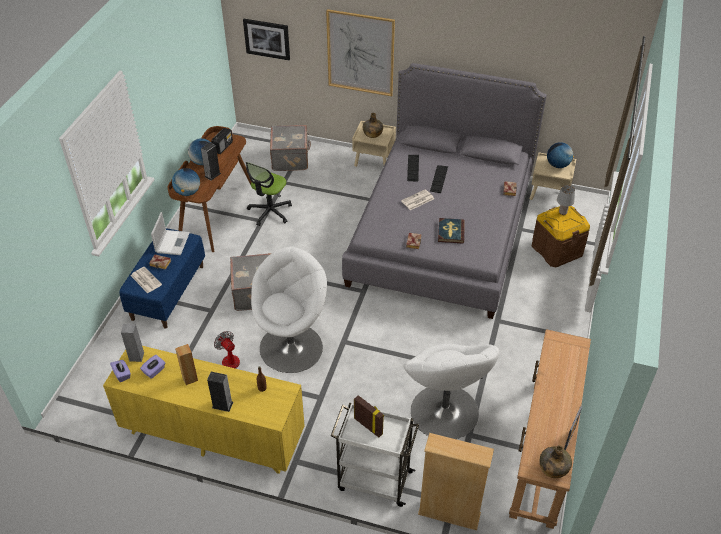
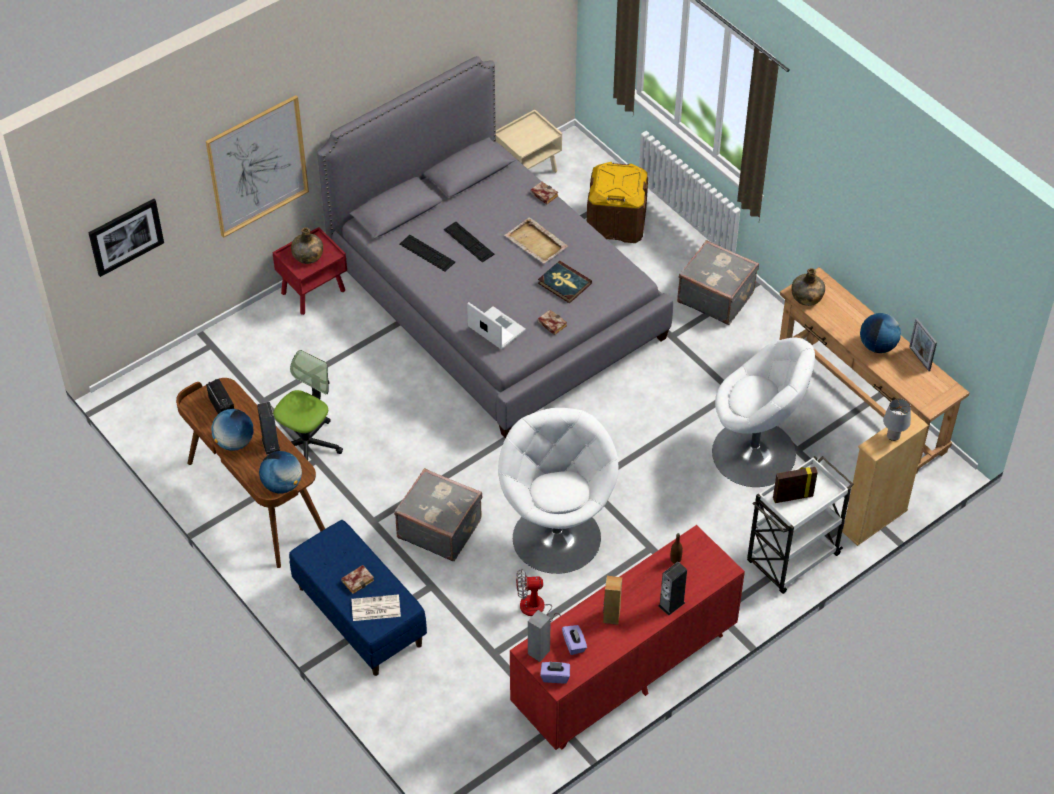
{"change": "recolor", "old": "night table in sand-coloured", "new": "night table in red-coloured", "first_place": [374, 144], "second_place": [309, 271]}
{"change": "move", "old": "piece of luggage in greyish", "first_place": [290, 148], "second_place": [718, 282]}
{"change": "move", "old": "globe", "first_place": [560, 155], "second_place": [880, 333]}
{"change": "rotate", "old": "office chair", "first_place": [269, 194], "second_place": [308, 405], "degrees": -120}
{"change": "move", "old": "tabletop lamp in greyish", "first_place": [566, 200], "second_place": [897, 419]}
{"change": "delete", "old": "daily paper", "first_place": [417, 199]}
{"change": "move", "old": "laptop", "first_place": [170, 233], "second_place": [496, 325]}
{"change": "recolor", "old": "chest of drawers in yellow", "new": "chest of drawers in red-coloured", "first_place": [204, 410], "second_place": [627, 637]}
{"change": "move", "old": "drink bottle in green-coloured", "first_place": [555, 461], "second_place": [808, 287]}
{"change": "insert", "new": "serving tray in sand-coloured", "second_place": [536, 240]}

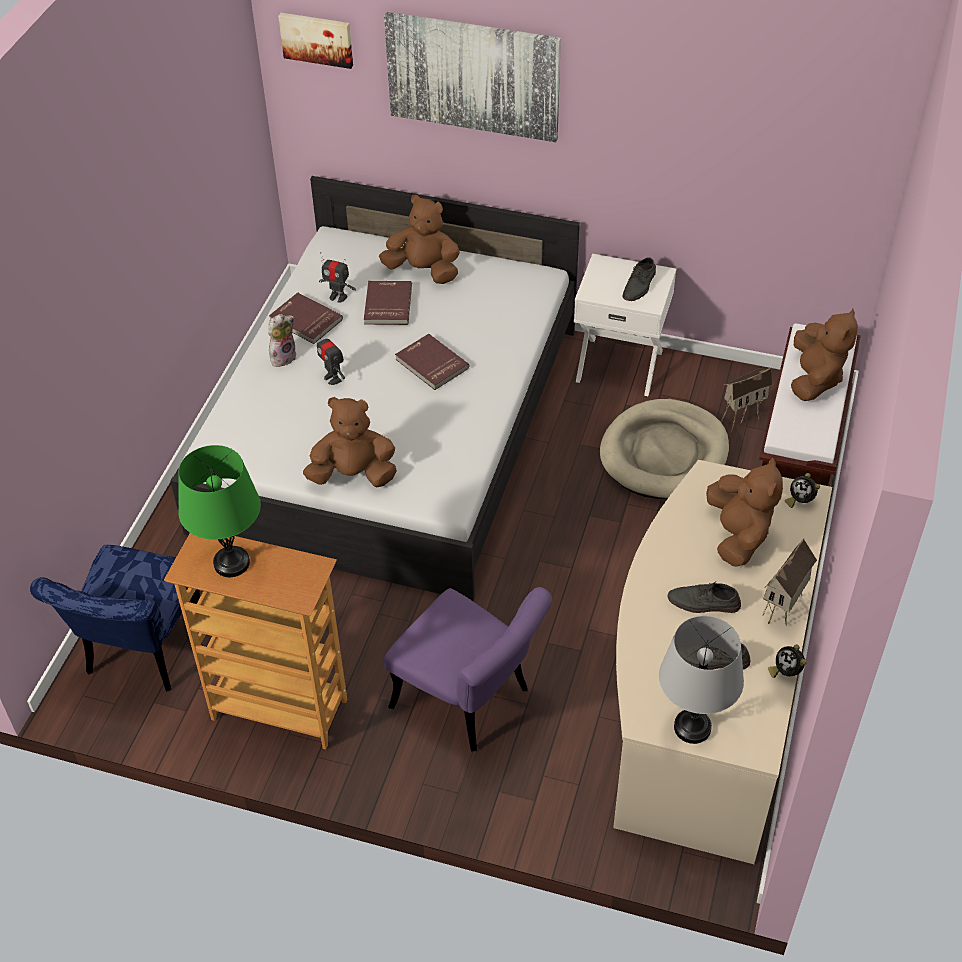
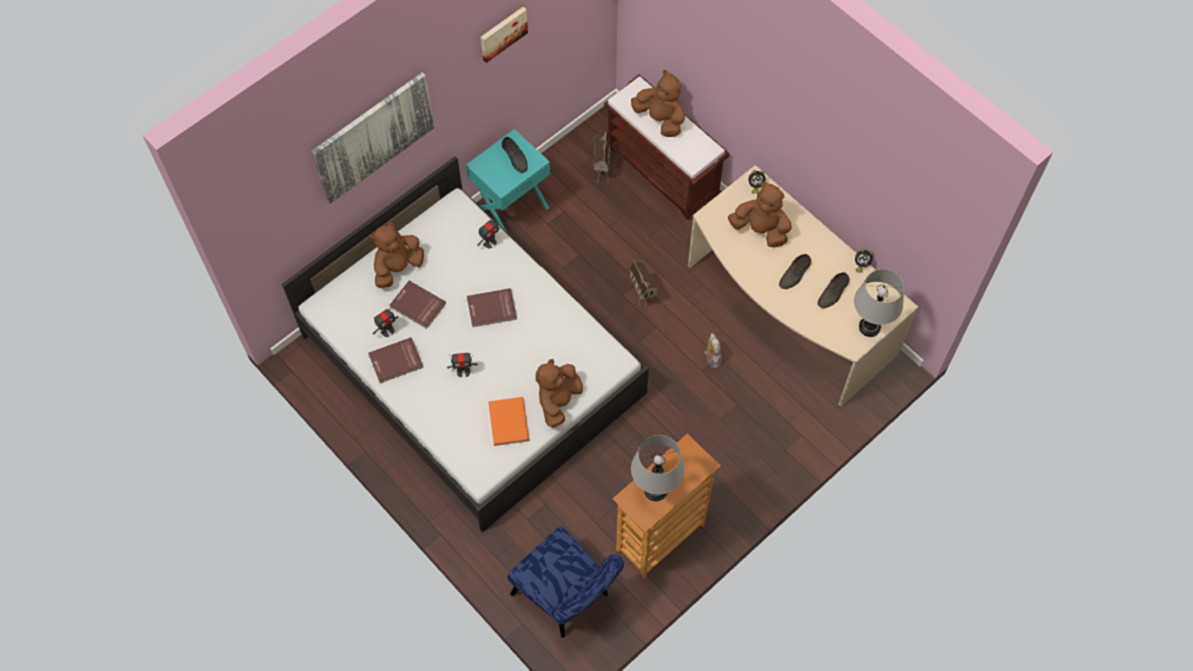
{"change": "move", "old": "picture", "first_place": [315, 41], "second_place": [504, 35]}
{"change": "recolor", "old": "night table in white", "new": "night table in turquoise-coloured", "first_place": [625, 325], "second_place": [508, 181]}
{"change": "move", "old": "soft toy", "first_place": [282, 340], "second_place": [713, 350]}
{"change": "delete", "old": "pet bed in sand-coloured", "first_place": [664, 449]}
{"change": "recolor", "old": "tabletop lamp in green-coloured", "new": "tabletop lamp in greyish", "first_place": [219, 511], "second_place": [658, 468]}
{"change": "move", "old": "model house", "first_place": [789, 582], "second_place": [644, 283]}
{"change": "delete", "old": "upright chair in purple-coloured", "first_place": [468, 669]}
{"change": "insert", "new": "robot figure", "second_place": [489, 234]}
{"change": "insert", "new": "volume in orange", "second_place": [508, 421]}

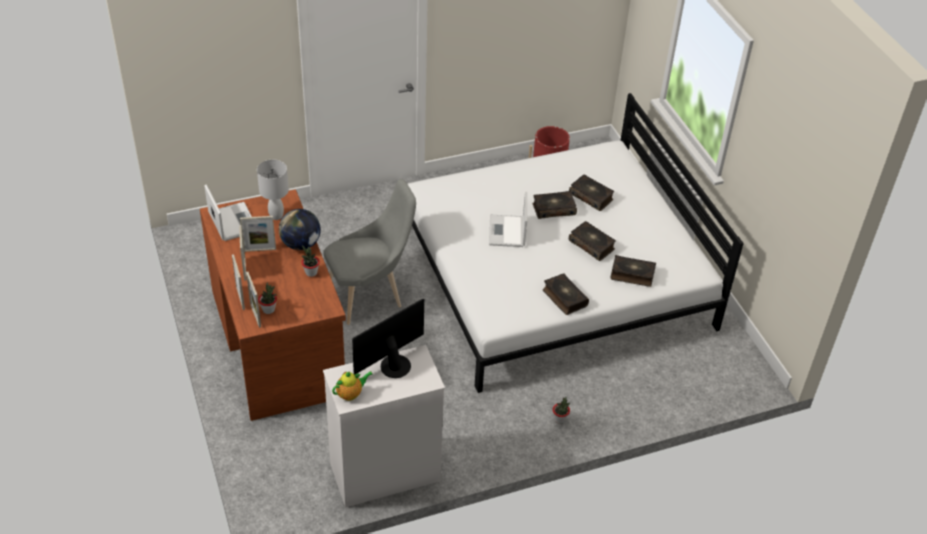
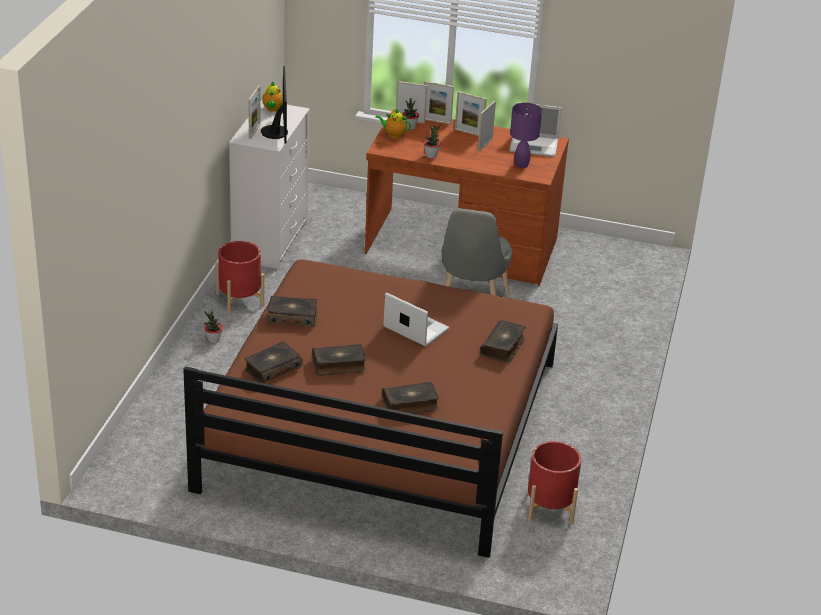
{"change": "recolor", "old": "bedroom bed in white", "new": "bedroom bed in brown", "first_place": [576, 243], "second_place": [370, 409]}
{"change": "recolor", "old": "tabletop lamp in white", "new": "tabletop lamp in purple-coloured", "first_place": [273, 190], "second_place": [526, 135]}
{"change": "move", "old": "volume", "first_place": [554, 205], "second_place": [503, 341]}
{"change": "delete", "old": "globe", "first_place": [300, 229]}
{"change": "insert", "new": "picture frame", "second_place": [254, 112]}
{"change": "insert", "new": "pot for tea", "second_place": [393, 123]}
{"change": "insert", "new": "planter in red-coloured", "second_place": [240, 277]}

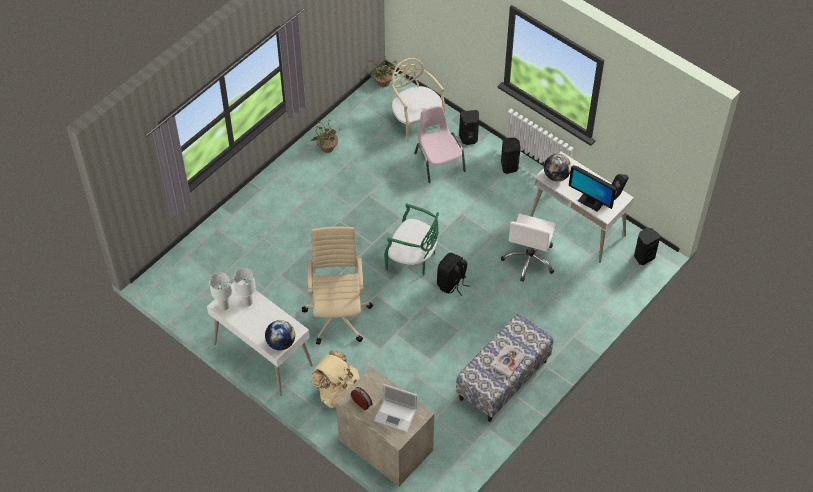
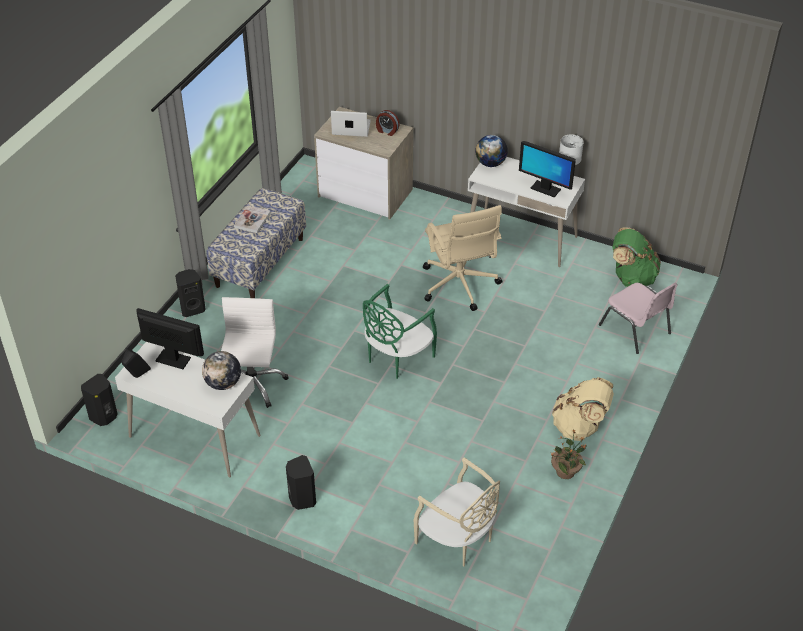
{"change": "delete", "old": "houseplant", "first_place": [383, 71]}
{"change": "move", "old": "upright chair in pink", "first_place": [440, 144], "second_place": [638, 318]}
{"change": "move", "old": "audio speaker in black-coloured", "first_place": [469, 127], "second_place": [190, 293]}
{"change": "rotate", "old": "upright chair in green-coloured", "first_place": [411, 239], "second_place": [400, 331], "degrees": -60}
{"change": "delete", "old": "backpack in black-coloured", "first_place": [453, 274]}
{"change": "replace", "old": "tabletop lamp in white", "new": "monitor", "first_place": [244, 287], "second_place": [547, 169]}
{"change": "move", "old": "backpack in sand-coloured", "first_place": [335, 380], "second_place": [583, 409]}
{"change": "insert", "new": "backpack in green-coloured", "second_place": [636, 257]}

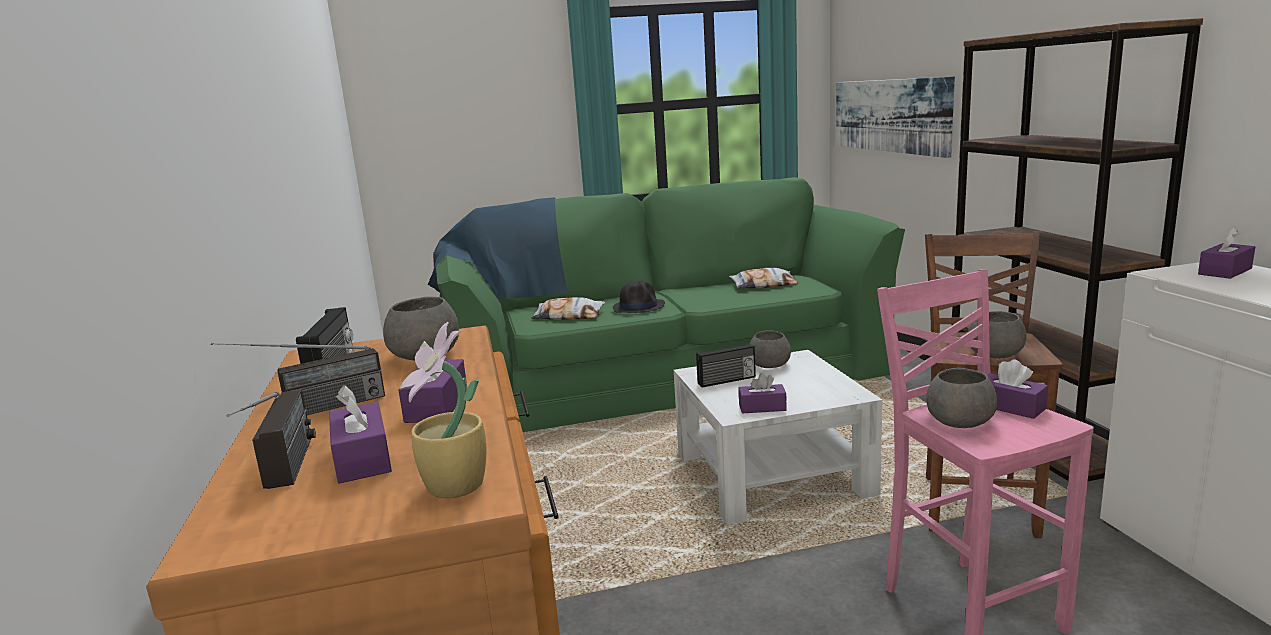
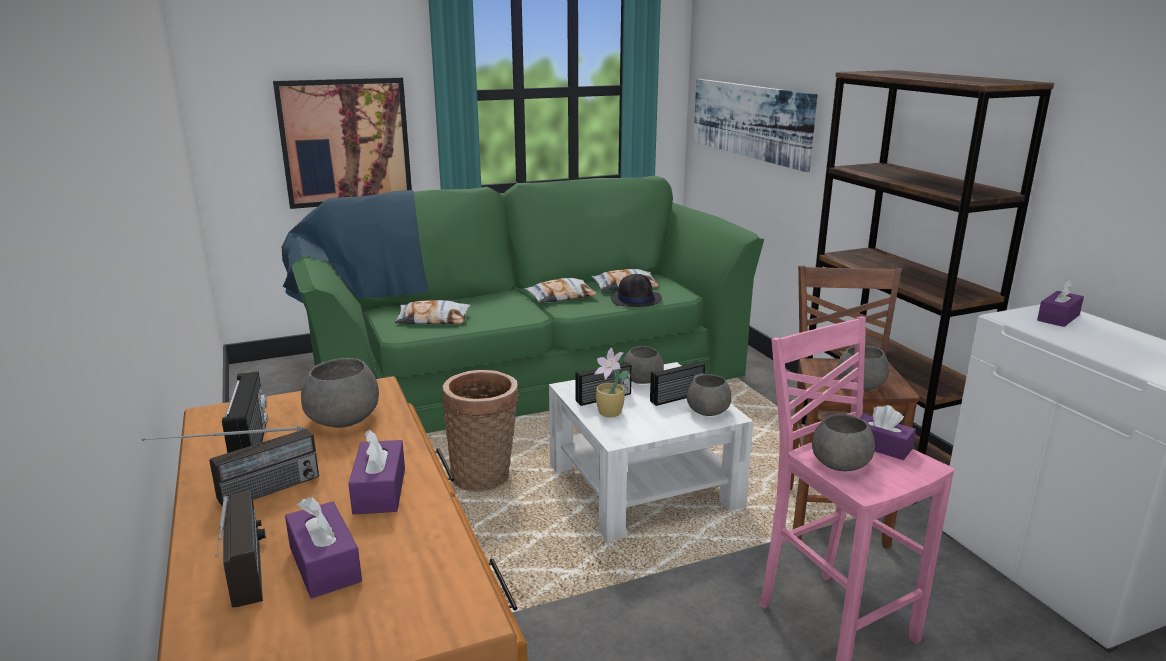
{"change": "move", "old": "wearable hat in black-coloured", "first_place": [639, 296], "second_place": [636, 290]}
{"change": "move", "old": "houseplant", "first_place": [442, 410], "second_place": [611, 382]}
{"change": "delete", "old": "tissue holder in purple-coloured", "first_place": [762, 393]}
{"change": "insert", "new": "picture", "second_place": [342, 143]}
{"change": "insert", "new": "throw pillow", "second_place": [560, 290]}
{"change": "insert", "new": "radio set", "second_place": [677, 383]}
{"change": "insert", "new": "household basket", "second_place": [480, 431]}
{"change": "insert", "new": "bowl in greyish", "second_place": [709, 395]}

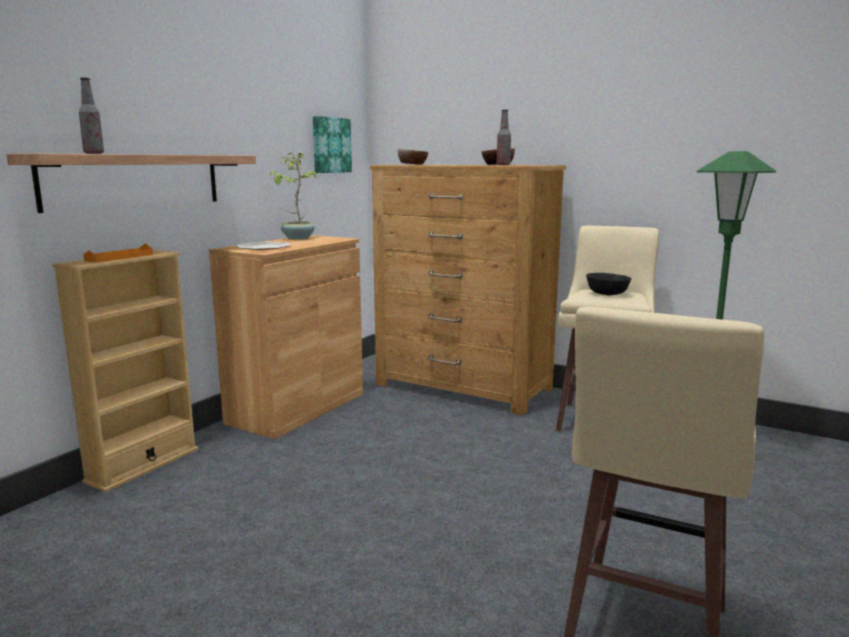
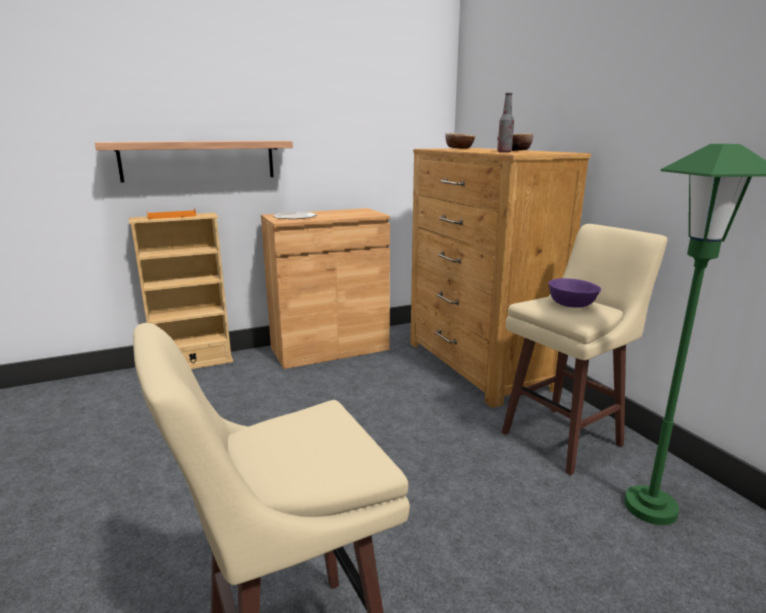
{"change": "delete", "old": "drink bottle", "first_place": [91, 115]}
{"change": "delete", "old": "picture", "first_place": [332, 144]}
{"change": "delete", "old": "houseplant", "first_place": [293, 196]}
{"change": "recolor", "old": "bowl in black-coloured", "new": "bowl in purple-coloured", "first_place": [609, 284], "second_place": [574, 293]}

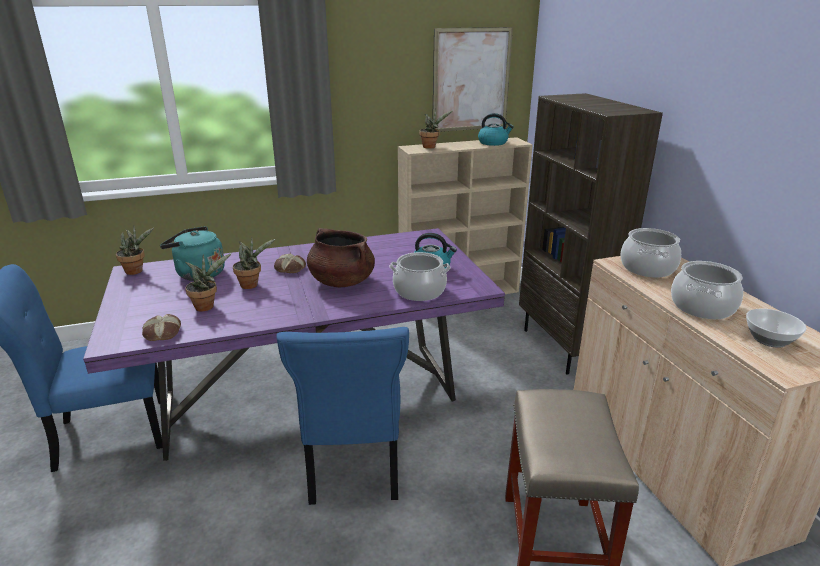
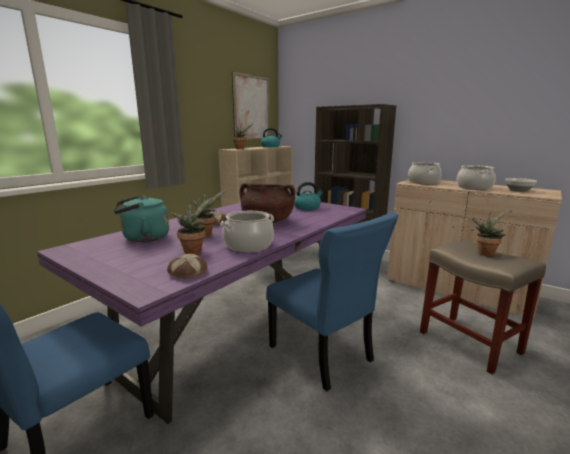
{"change": "move", "old": "houseplant", "first_place": [135, 250], "second_place": [489, 233]}
{"change": "move", "old": "saucepot", "first_place": [419, 276], "second_place": [247, 231]}

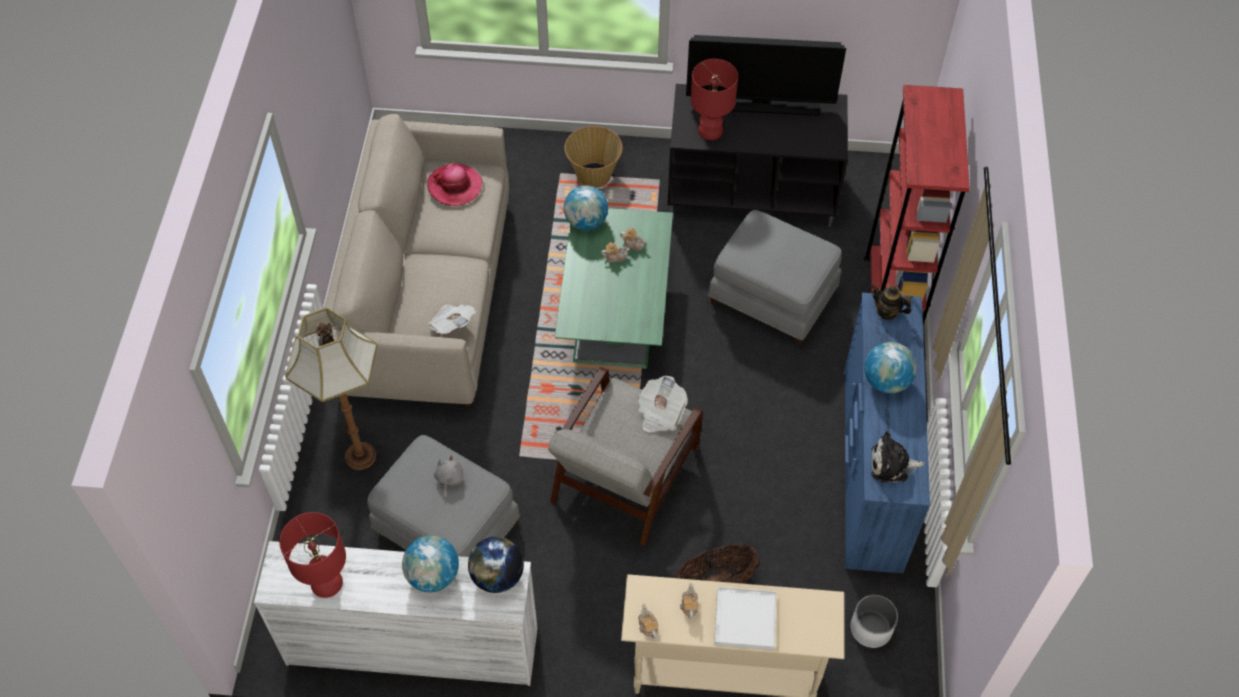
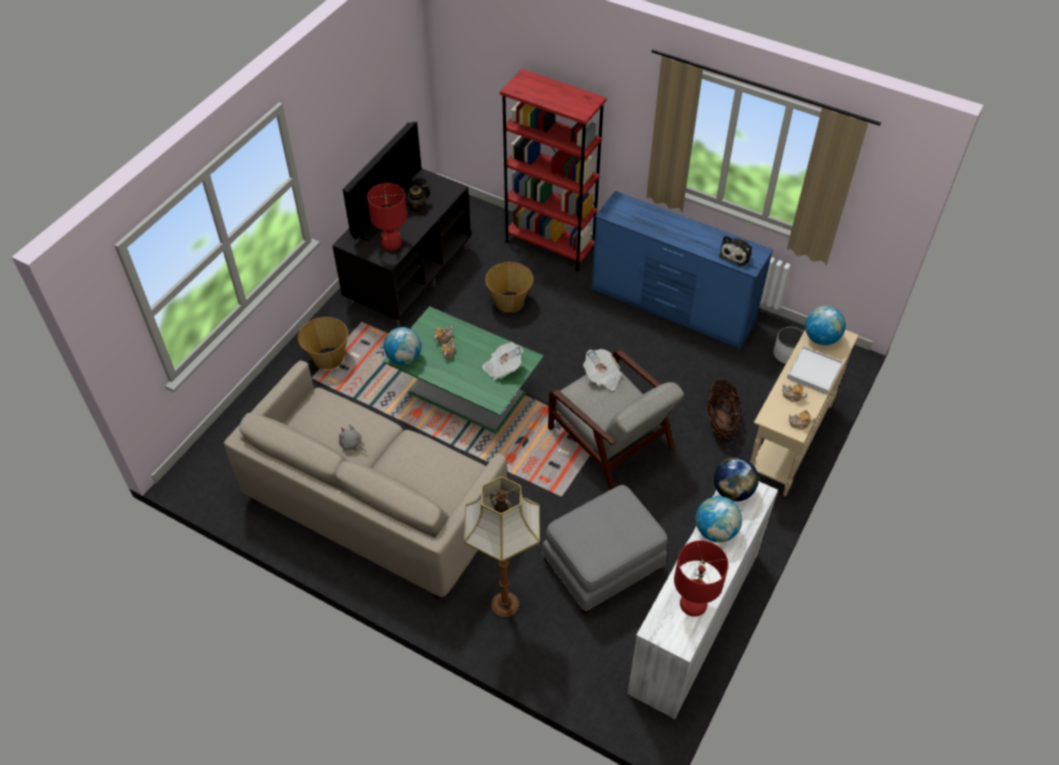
{"change": "delete", "old": "wearable hat", "first_place": [455, 184]}
{"change": "replace", "old": "ottoman in greyish", "new": "household basket", "first_place": [775, 278], "second_place": [509, 287]}
{"change": "move", "old": "pot for tea", "first_place": [891, 302], "second_place": [417, 198]}
{"change": "move", "old": "daily paper", "first_place": [451, 319], "second_place": [502, 361]}
{"change": "move", "old": "globe", "first_place": [890, 367], "second_place": [825, 325]}
{"change": "move", "old": "soft toy in greyish", "first_place": [448, 476], "second_place": [352, 438]}

